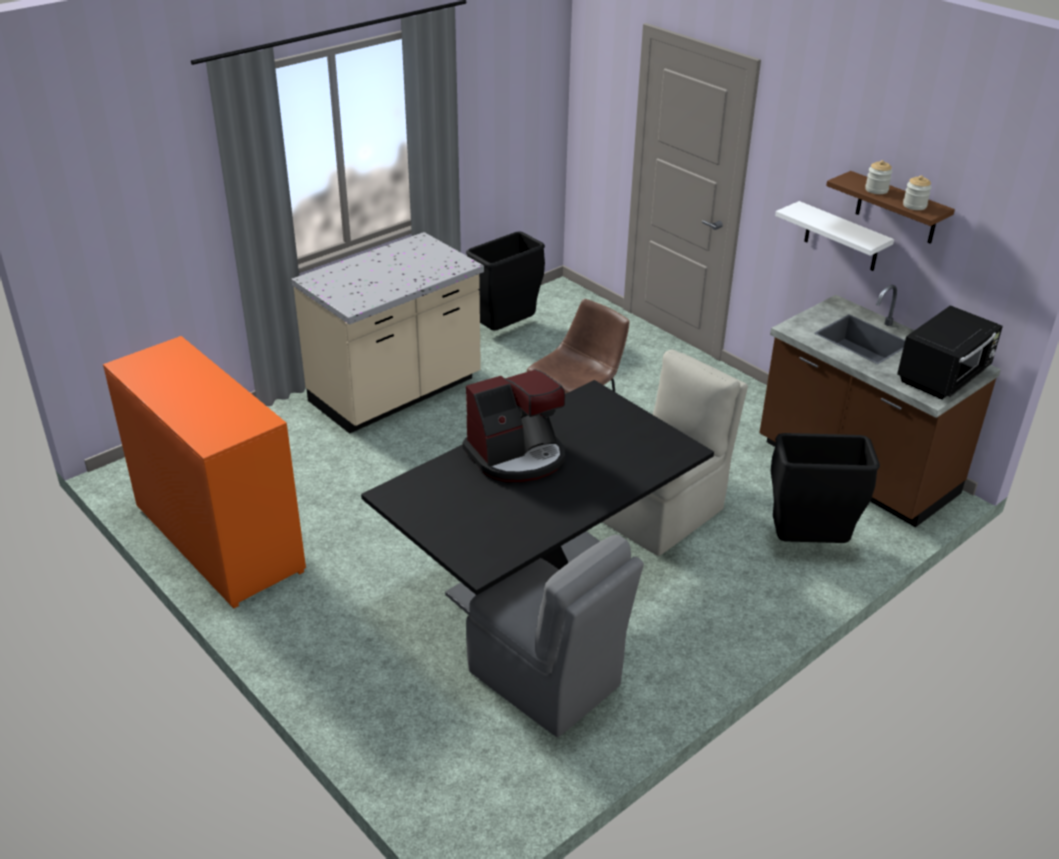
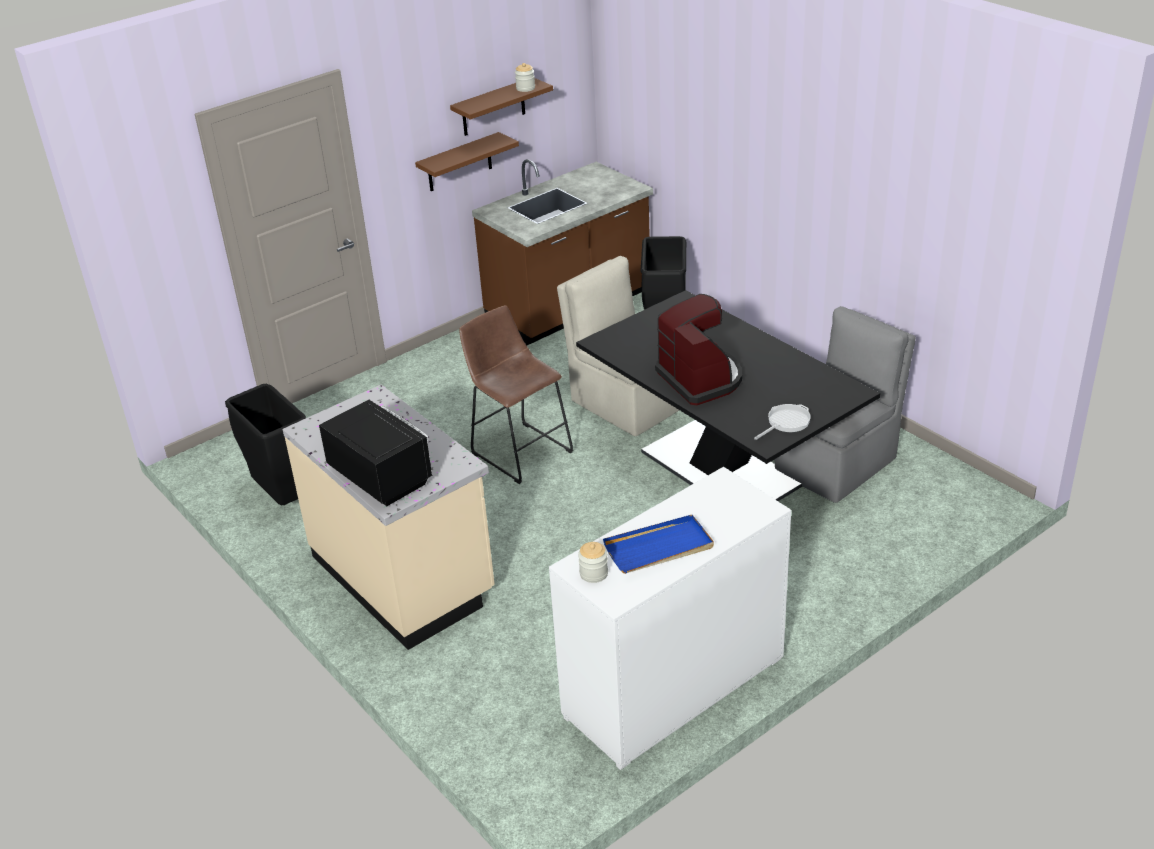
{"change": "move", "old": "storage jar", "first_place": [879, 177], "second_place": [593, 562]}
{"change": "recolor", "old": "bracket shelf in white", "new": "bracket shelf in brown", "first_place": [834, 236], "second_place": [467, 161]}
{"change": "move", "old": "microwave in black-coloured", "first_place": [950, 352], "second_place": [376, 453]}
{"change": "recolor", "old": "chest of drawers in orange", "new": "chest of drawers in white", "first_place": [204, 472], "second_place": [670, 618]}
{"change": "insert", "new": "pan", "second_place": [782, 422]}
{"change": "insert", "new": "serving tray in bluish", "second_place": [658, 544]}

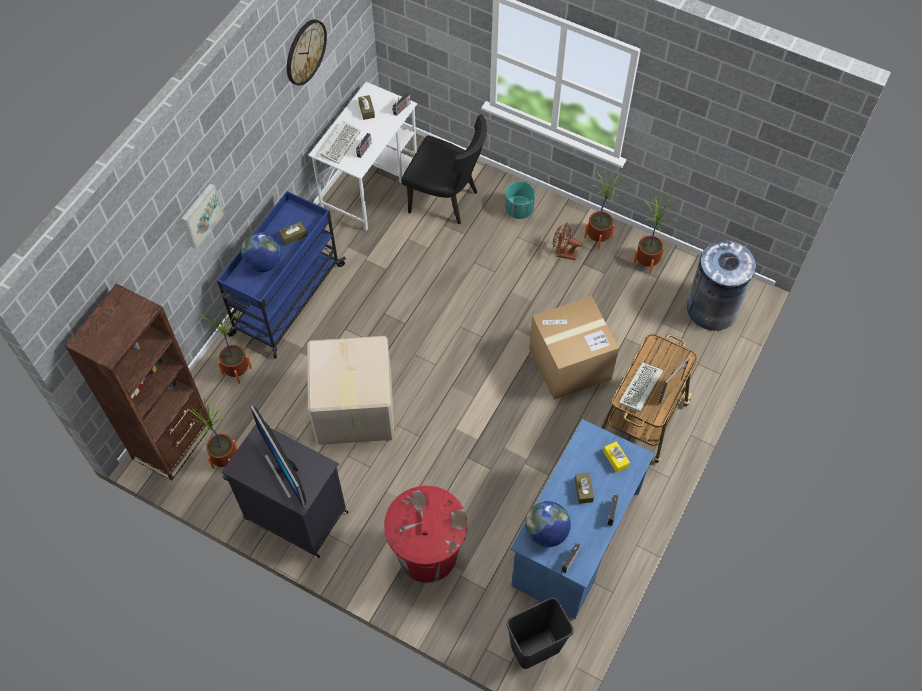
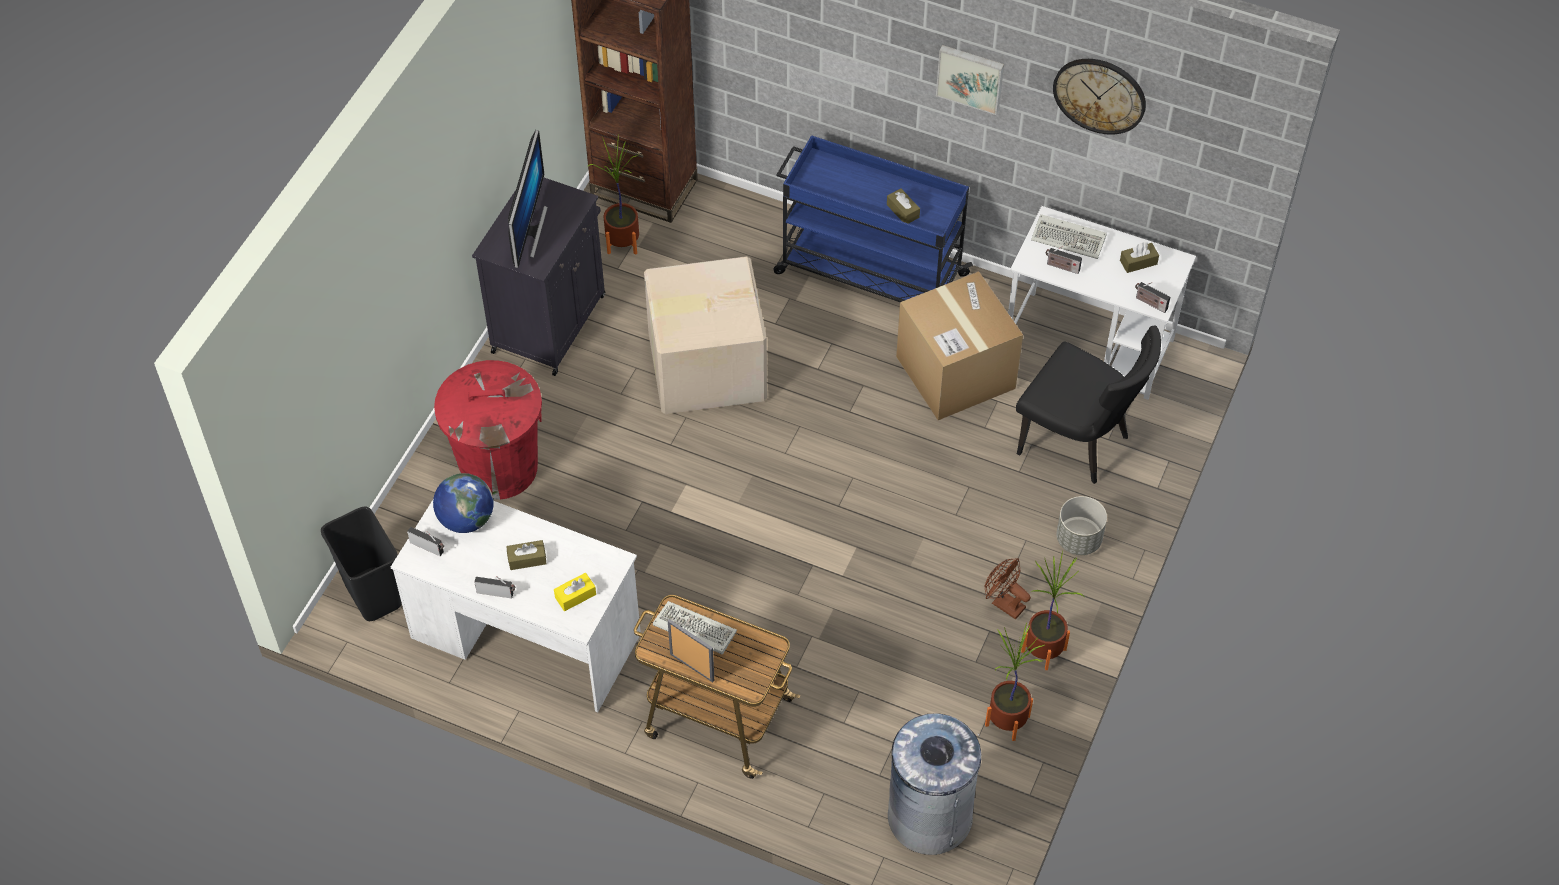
{"change": "rotate", "old": "upright chair in black-coloured", "first_place": [444, 169], "second_place": [1088, 404], "degrees": -75}
{"change": "recolor", "old": "planter in turquoise-coloured", "new": "planter in greyish", "first_place": [520, 200], "second_place": [1081, 525]}
{"change": "move", "old": "picture", "first_place": [202, 216], "second_place": [970, 80]}
{"change": "rotate", "old": "electric fan in brown", "first_place": [568, 241], "second_place": [1007, 588], "degrees": -60}
{"change": "delete", "old": "globe", "first_place": [261, 252]}
{"change": "move", "old": "carton", "first_place": [574, 348], "second_place": [959, 346]}
{"change": "delete", "old": "houseplant", "first_place": [228, 345]}
{"change": "rotate", "old": "monitor", "first_place": [278, 457], "second_place": [528, 199], "degrees": 135}
{"change": "recolor", "old": "desk table in bluish", "new": "desk table in white", "first_place": [583, 519], "second_place": [516, 606]}

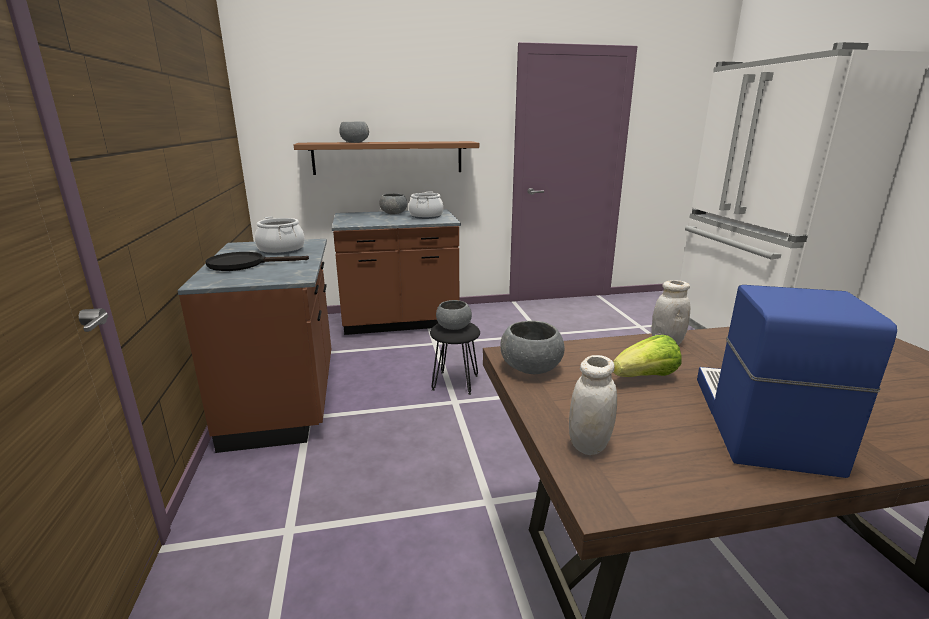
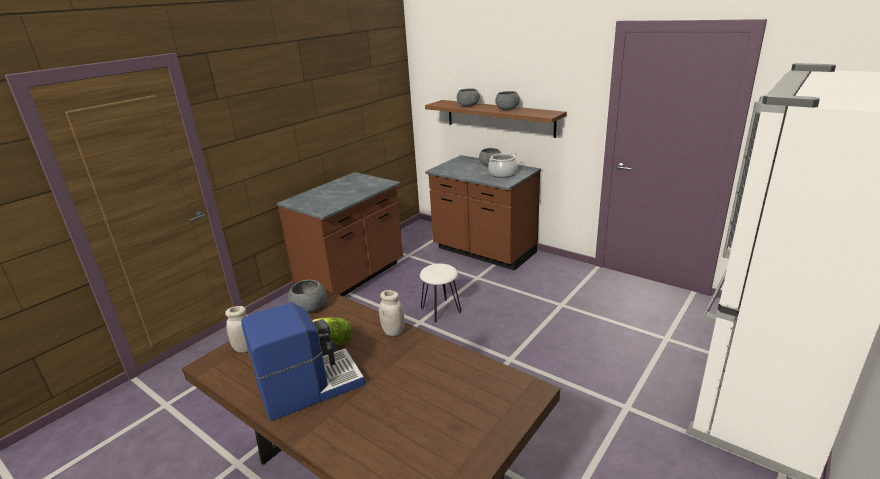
{"change": "delete", "old": "saucepot", "first_place": [280, 236]}
{"change": "delete", "old": "pan in black-coloured", "first_place": [257, 261]}
{"change": "move", "old": "bowl in greyish", "first_place": [454, 315], "second_place": [507, 100]}
{"change": "recolor", "old": "sitting stool in black-coloured", "new": "sitting stool in white", "first_place": [455, 359], "second_place": [440, 293]}

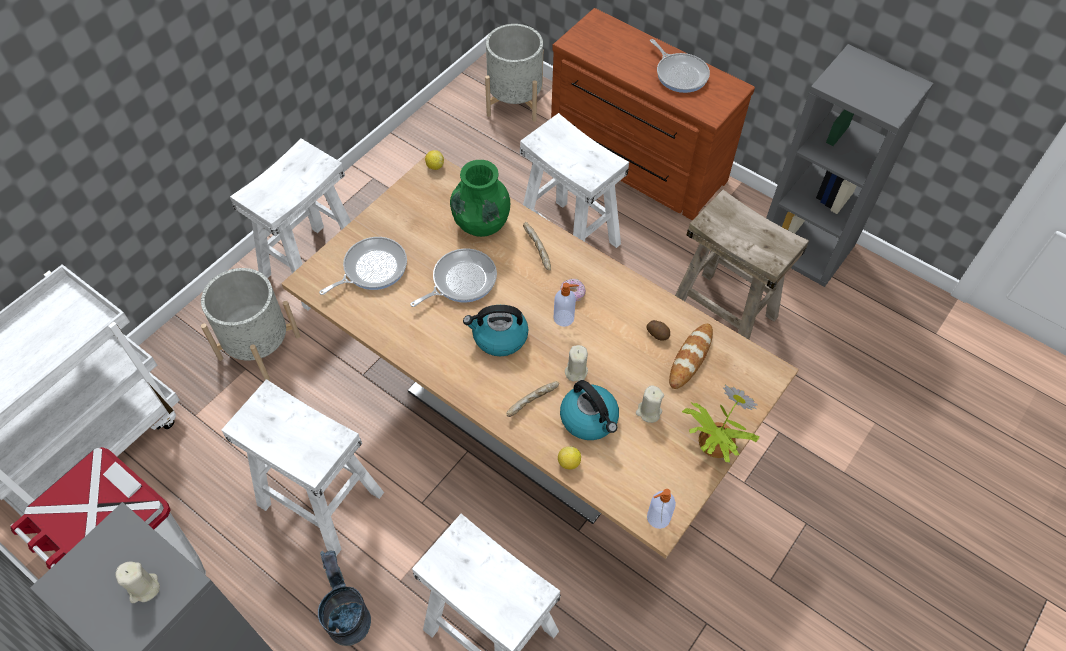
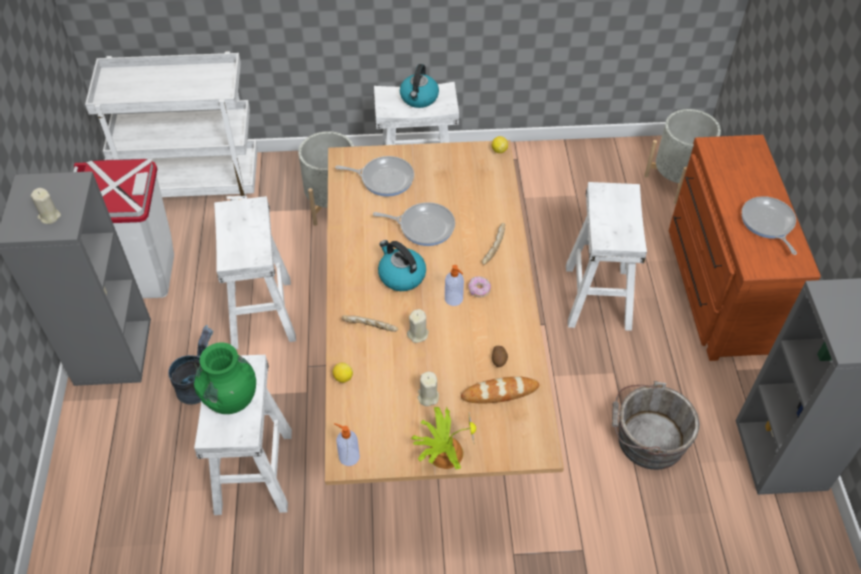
{"change": "rotate", "old": "pan", "first_place": [680, 66], "second_place": [769, 225], "degrees": 150}
{"change": "move", "old": "decorative vase in green-coloured", "first_place": [480, 198], "second_place": [225, 378]}
{"change": "replace", "old": "sitting stool in sand-coloured", "new": "bucket in greyish", "first_place": [742, 265], "second_place": [655, 425]}
{"change": "move", "old": "kettle", "first_place": [589, 410], "second_place": [419, 86]}

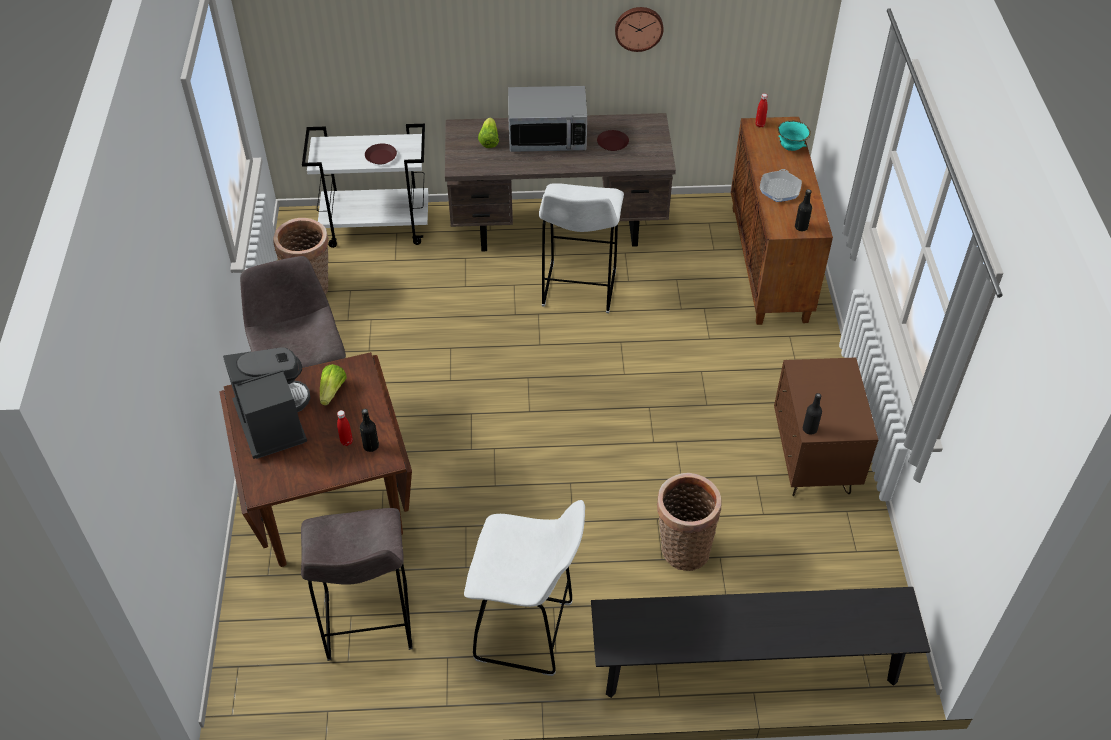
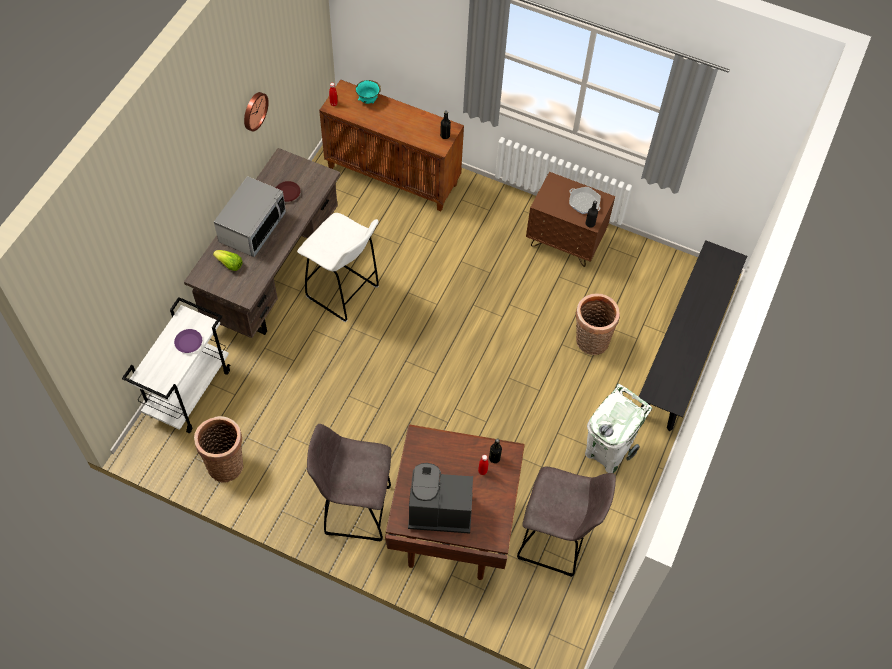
{"change": "recolor", "old": "plate in brown", "new": "plate in purple-coloured", "first_place": [381, 153], "second_place": [188, 341]}
{"change": "move", "old": "pan", "first_place": [781, 185], "second_place": [585, 200]}
{"change": "delete", "old": "lettuce", "first_place": [333, 385]}
{"change": "replace", "old": "sitting stool in white", "new": "rubbish bin in white", "first_place": [524, 588], "second_place": [618, 428]}

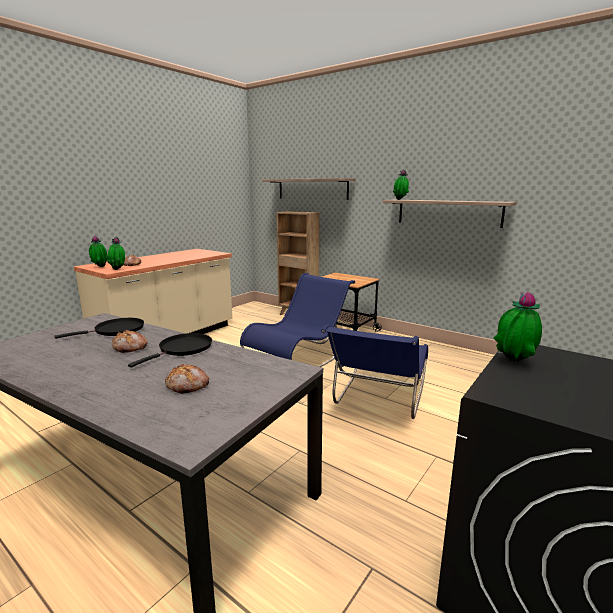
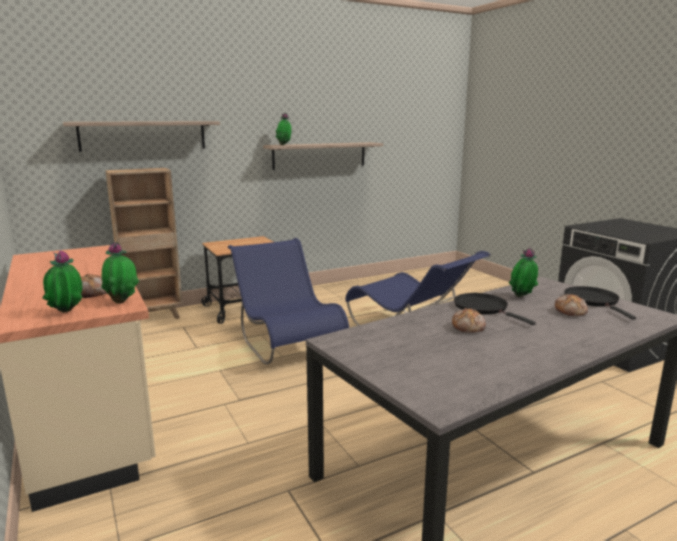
{"change": "move", "old": "houseplant", "first_place": [517, 327], "second_place": [523, 272]}
{"change": "move", "old": "pan in black-coloured", "first_place": [99, 328], "second_place": [600, 303]}

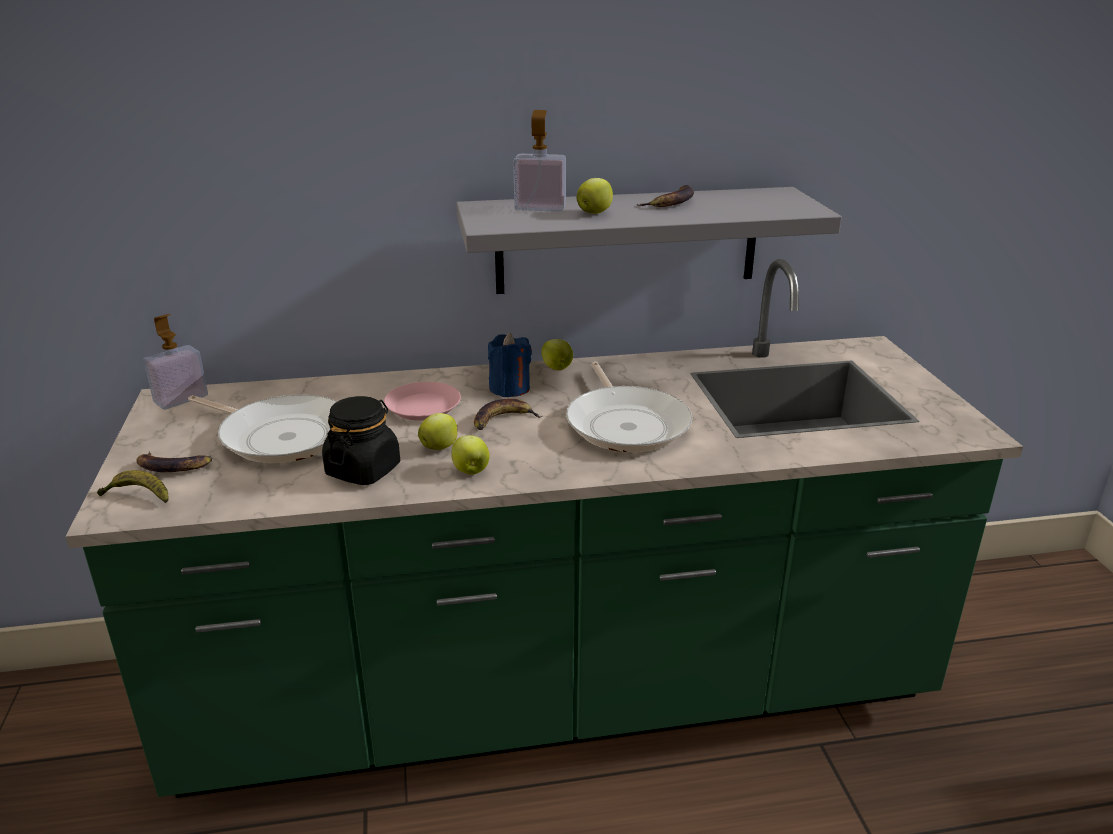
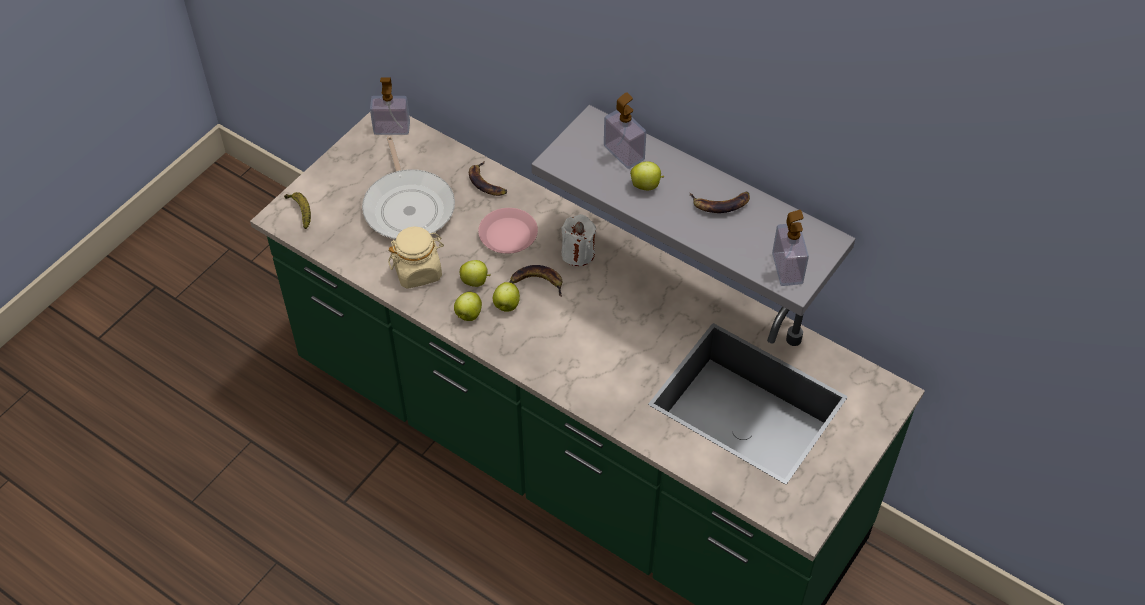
{"change": "recolor", "old": "wax candle in bluish", "new": "wax candle in white", "first_place": [510, 365], "second_place": [578, 240]}
{"change": "move", "old": "whole apple", "first_place": [557, 354], "second_place": [506, 297]}
{"change": "delete", "old": "pan", "first_place": [629, 407]}
{"change": "recolor", "old": "storage jar in black-coloured", "new": "storage jar in sand-coloured", "first_place": [361, 440], "second_place": [416, 258]}
{"change": "move", "old": "banana fruit", "first_place": [174, 462], "second_place": [488, 178]}
{"change": "insert", "new": "soap dispenser", "second_place": [790, 248]}

